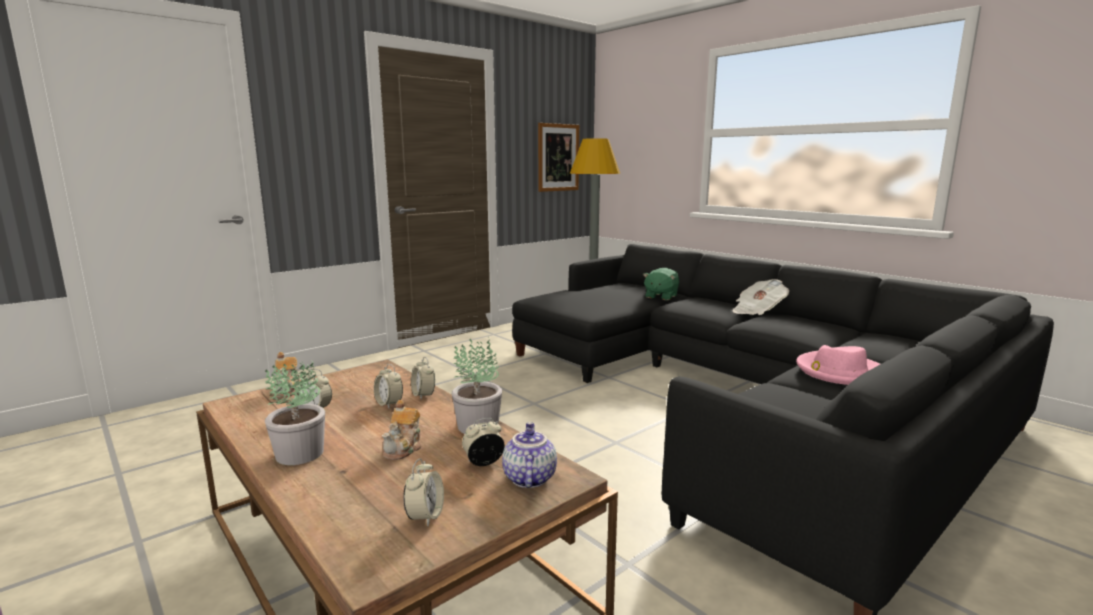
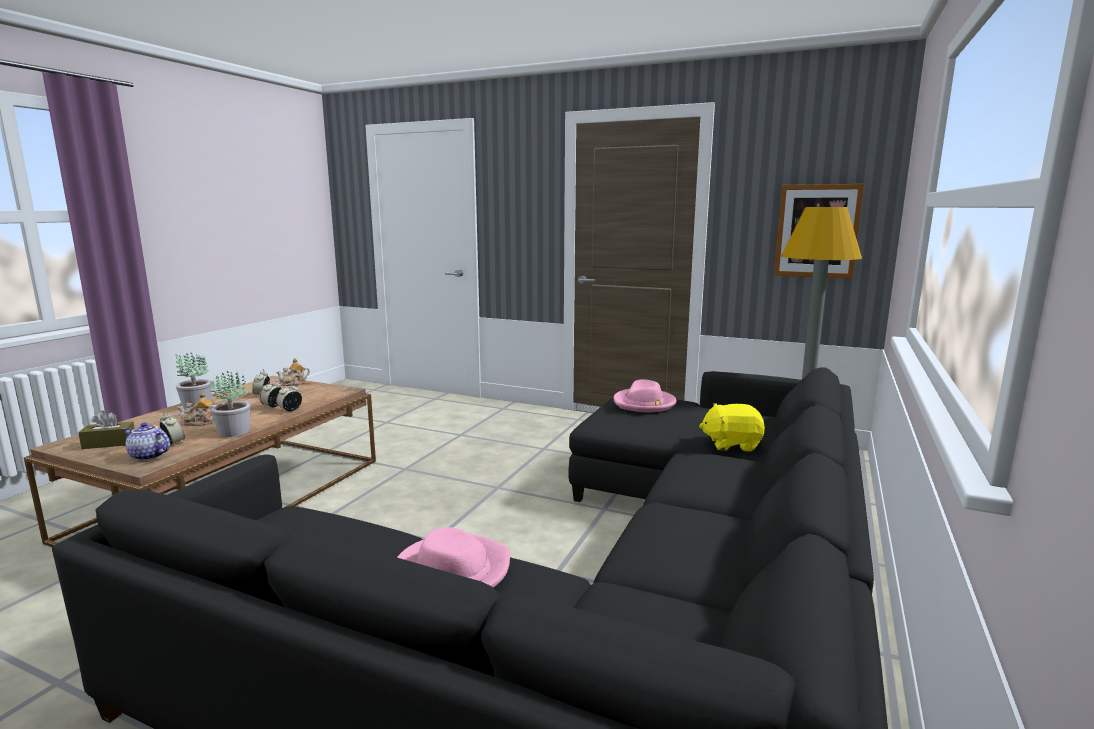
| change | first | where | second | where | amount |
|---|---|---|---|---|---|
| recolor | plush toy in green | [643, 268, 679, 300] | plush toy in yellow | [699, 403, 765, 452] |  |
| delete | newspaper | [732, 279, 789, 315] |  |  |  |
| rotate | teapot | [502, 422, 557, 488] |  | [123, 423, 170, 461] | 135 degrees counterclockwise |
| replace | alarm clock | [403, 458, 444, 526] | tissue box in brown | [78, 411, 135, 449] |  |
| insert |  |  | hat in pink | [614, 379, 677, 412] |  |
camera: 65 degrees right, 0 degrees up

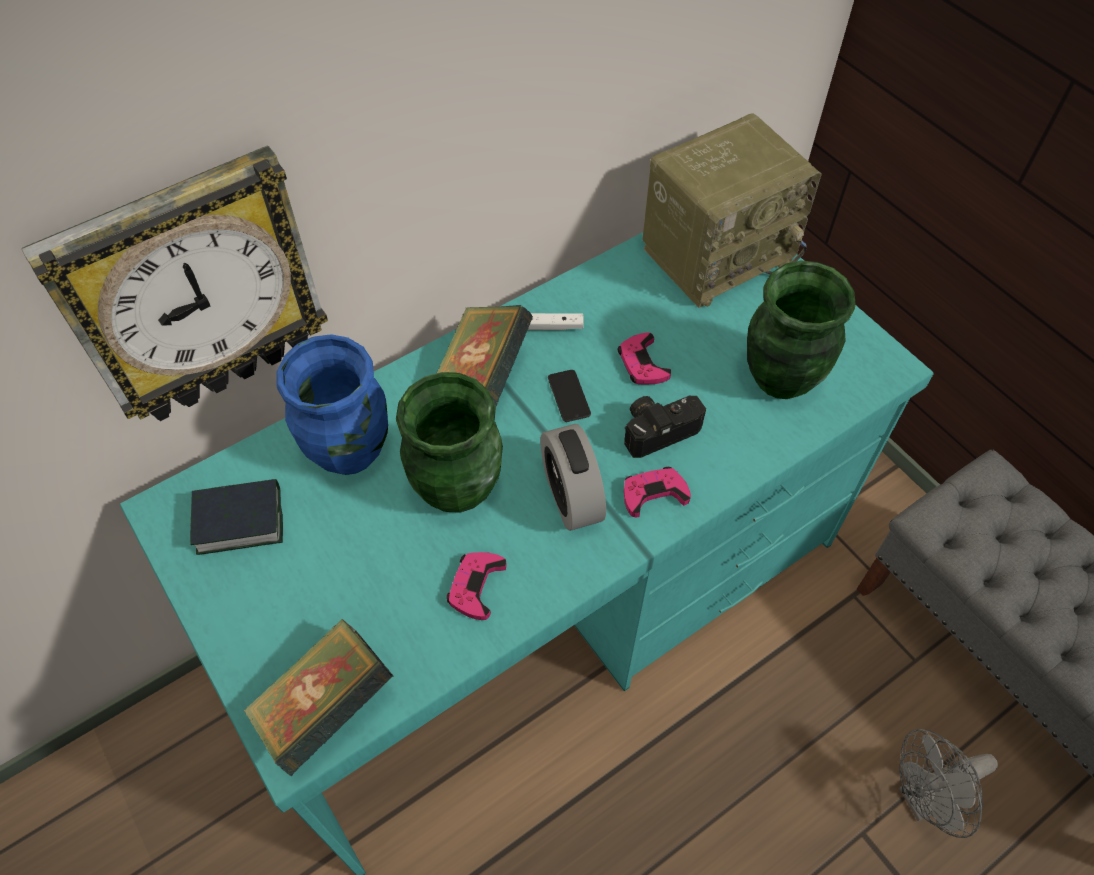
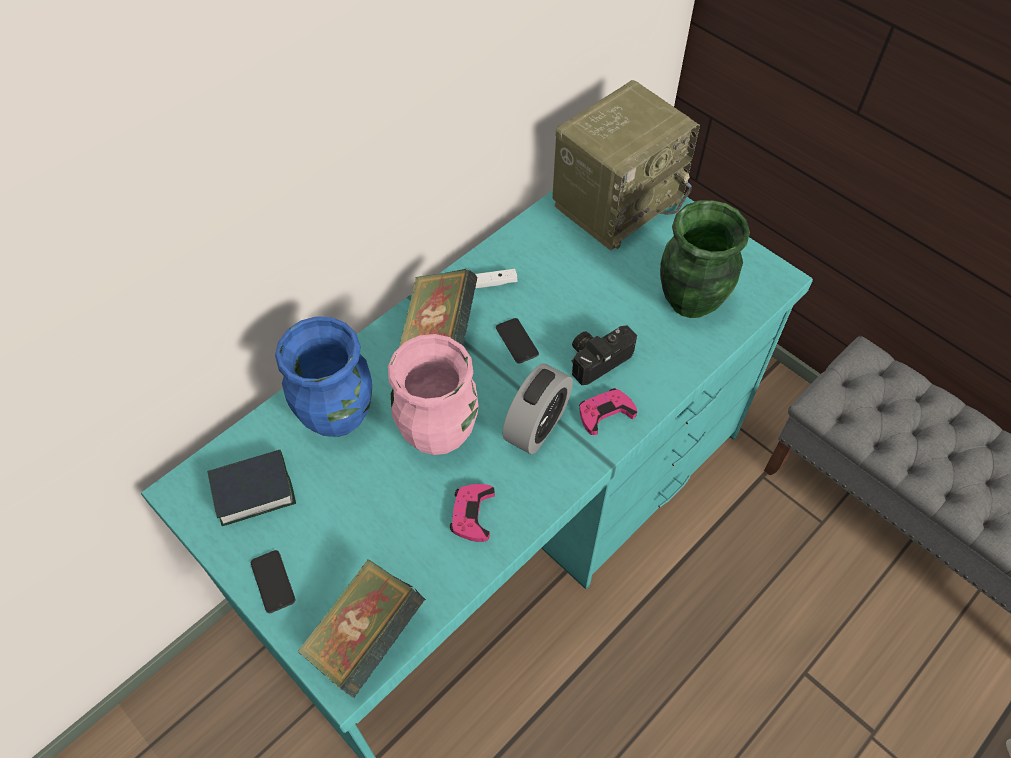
| change | first | where | second | where | amount |
|---|---|---|---|---|---|
| delete | wall clock | [22, 145, 328, 421] |  |  |  |
| delete | game controller in pink | [618, 333, 671, 385] |  |  |  |
| recolor | vase in green | [396, 372, 503, 513] | vase in pink | [388, 334, 479, 455] |  |
| rotate | alarm clock | [540, 424, 606, 531] |  | [502, 364, 573, 454] | 120 degrees counterclockwise |
| delete | fan in grey | [899, 729, 998, 838] |  |  |  |
| insert |  |  | phone | [251, 550, 295, 613] |  |
camera: 10 degrees left, 0 degrees up

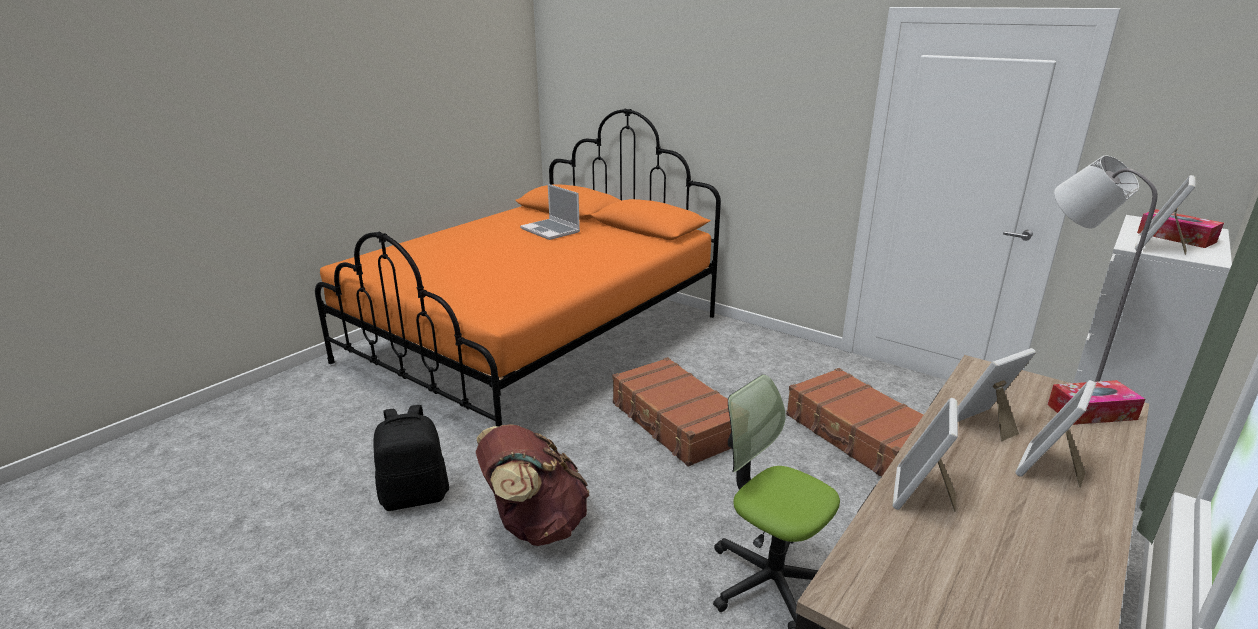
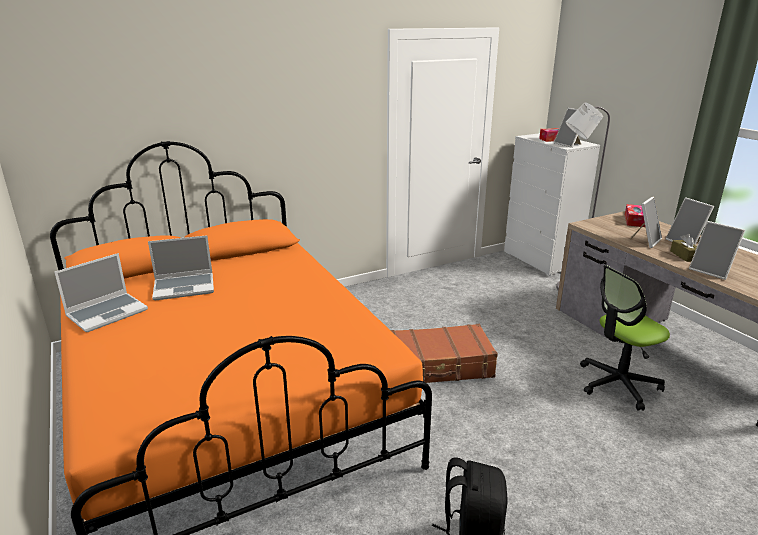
| change | first | where | second | where | amount |
|---|---|---|---|---|---|
| rotate | picture frame | [957, 348, 1036, 441] |  | [629, 197, 662, 248] | 135 degrees counterclockwise |
| delete | suitcase in brown | [786, 368, 923, 477] |  |  |  |
| delete | backpack in brown | [476, 424, 590, 546] |  |  |  |
| insert |  |  | tissue box in brown | [670, 234, 697, 262] |  |
| insert |  |  | laptop | [54, 253, 148, 332] |  |
camera: 65 degrees left, 0 degrees up

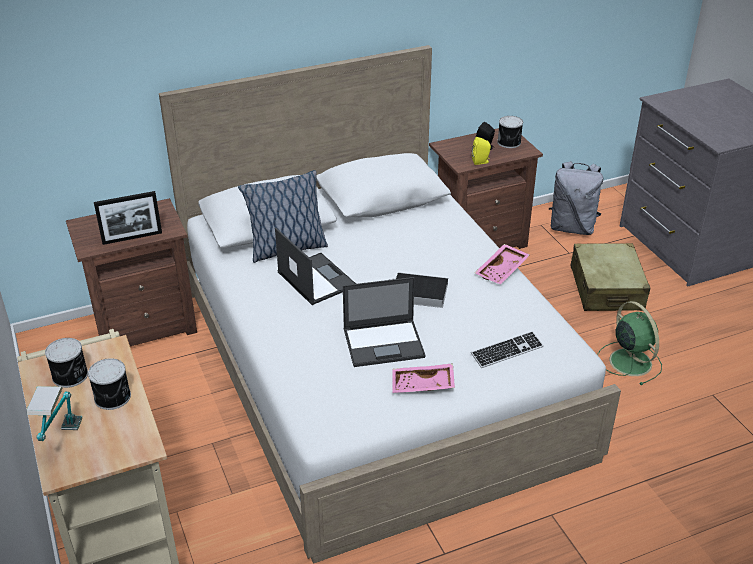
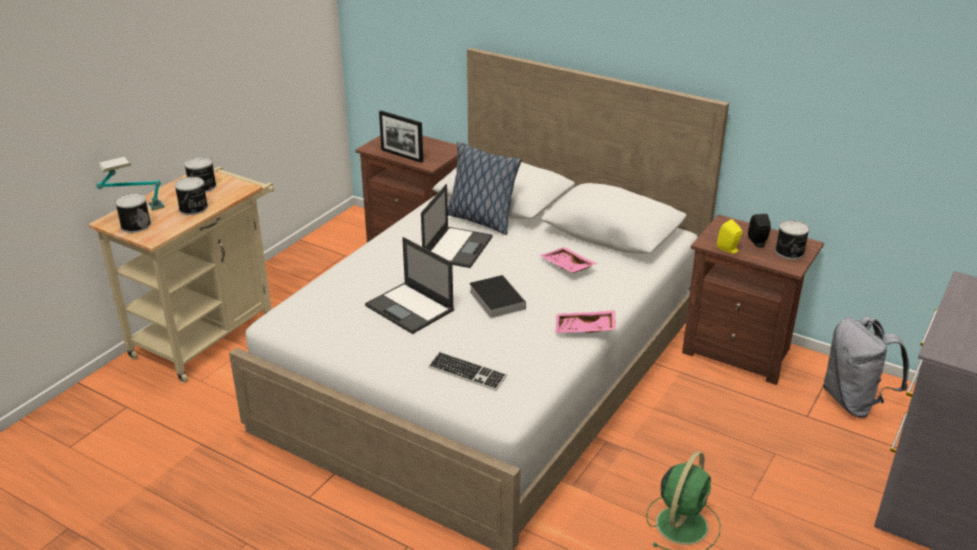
| change | first | where | second | where | amount |
|---|---|---|---|---|---|
| delete | suitcase in beige | [570, 243, 650, 311] |  |  |  |
| move | tray in pink | [392, 363, 455, 393] |  | [540, 247, 597, 273] |  |
| insert |  |  | can | [115, 193, 151, 233] |  |
camera: 55 degrees right, 5 degrees down

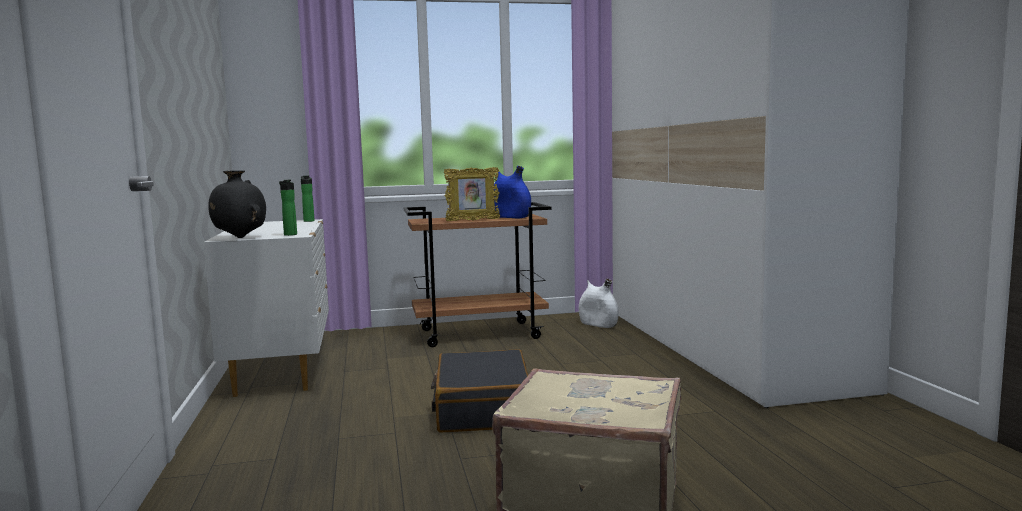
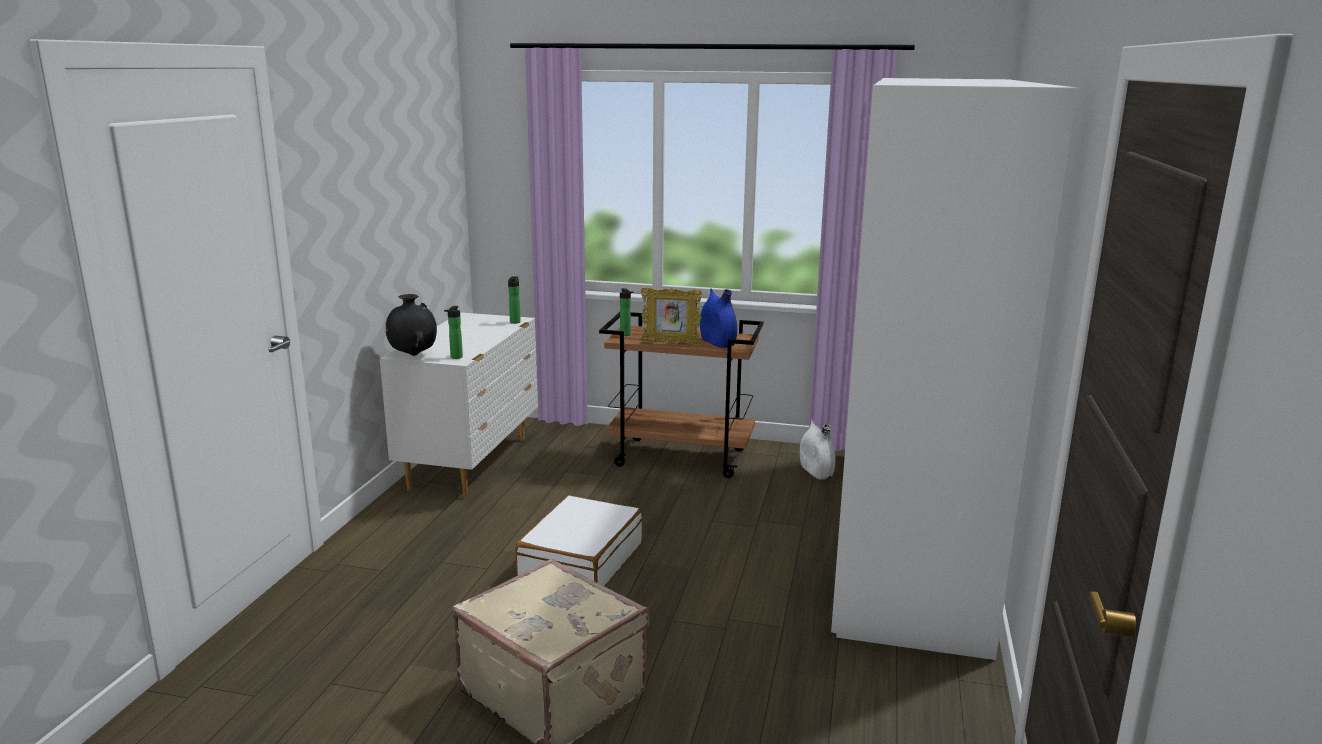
| change | first | where | second | where | amount |
|---|---|---|---|---|---|
| recolor | suitcase in black | [431, 349, 528, 432] | suitcase in white | [515, 495, 642, 586] |  |
| insert |  |  | bottle | [620, 288, 634, 336] |  |
camera: 25 degrees right, 10 degrees up

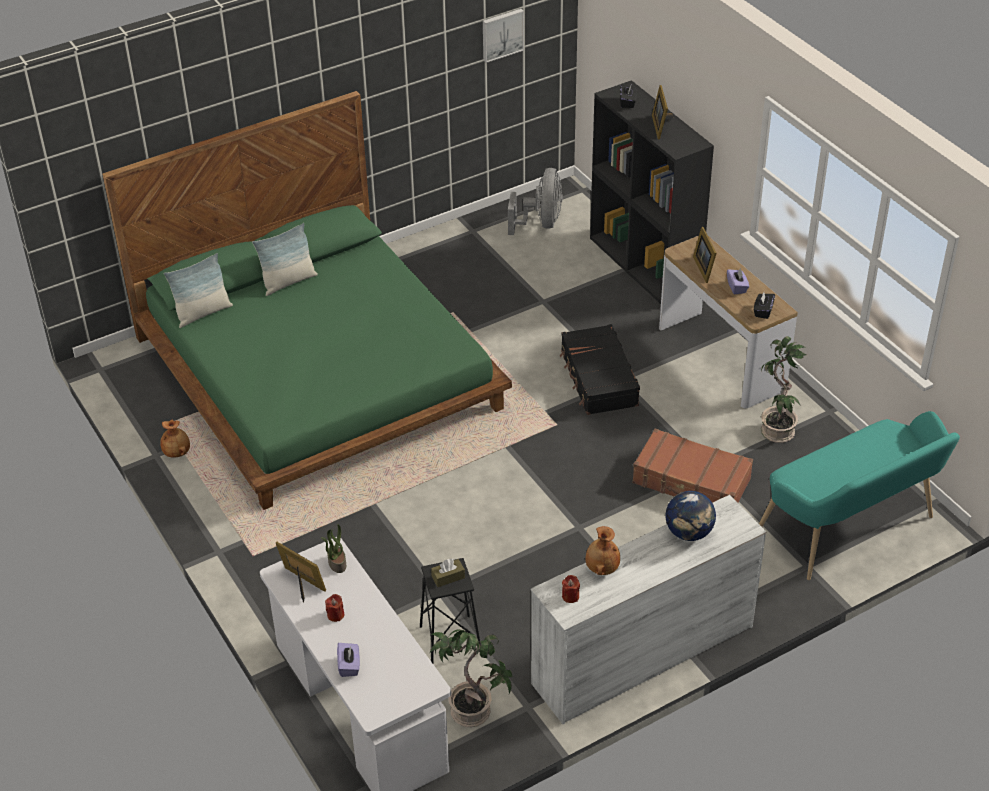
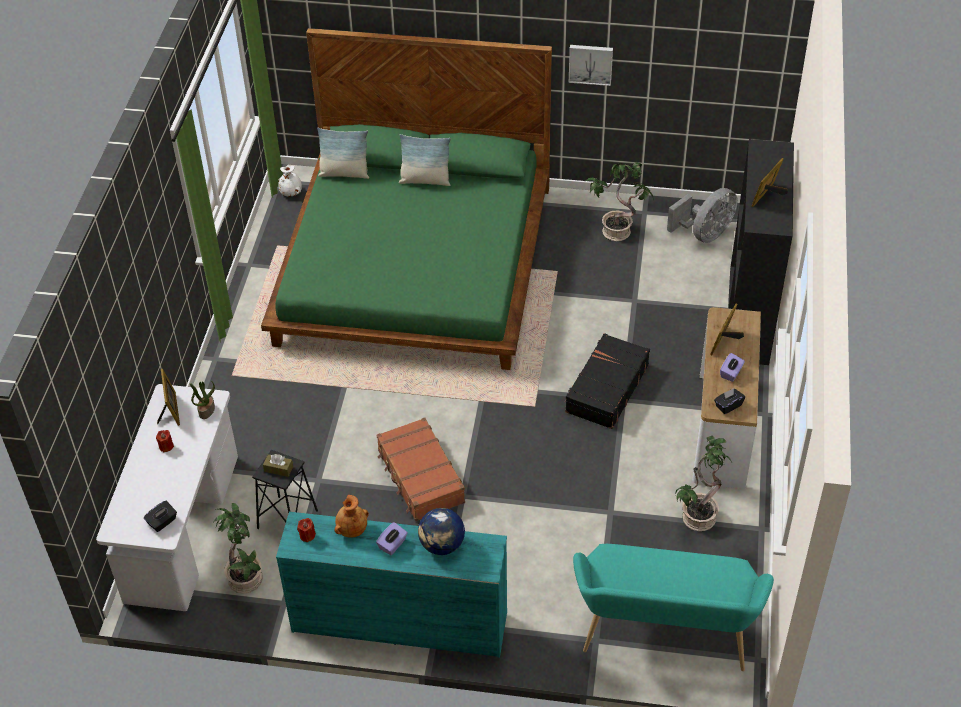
| change | first | where | second | where | amount |
|---|---|---|---|---|---|
| move | picture | [483, 9, 524, 63] |  | [569, 45, 613, 86] |  |
| move | tissue box in black | [620, 83, 637, 108] |  | [144, 501, 177, 532] |  |
| delete | vase in brown | [160, 420, 190, 458] |  |  |  |
| move | suitcase in brown | [632, 428, 753, 503] |  | [377, 417, 465, 521] |  |
| recolor | dresser in white | [531, 495, 766, 724] | dresser in turquoise | [276, 512, 507, 658] |  |
| move | tissue box in purple | [337, 643, 360, 677] |  | [376, 522, 408, 555] |  |
| insert |  |  | potted plant | [586, 162, 654, 241] |  |
| insert |  |  | vase in white | [278, 165, 302, 196] |  |
camera: 40 degrees right, 5 degrees up

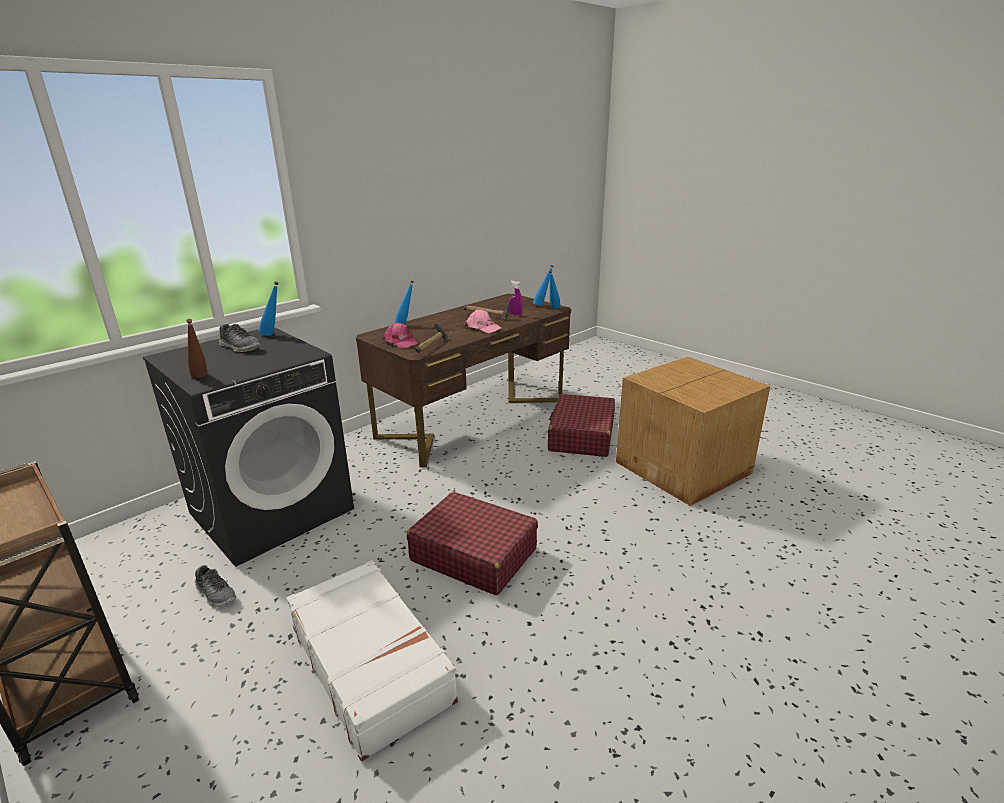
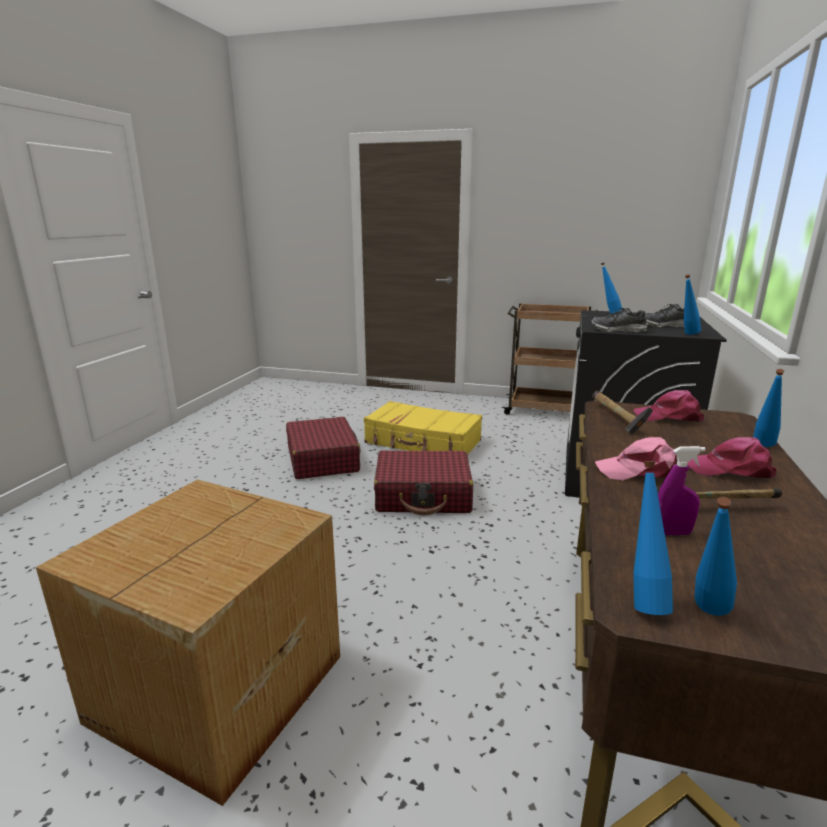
| change | first | where | second | where | amount |
|---|---|---|---|---|---|
| recolor | bottle in brown | [186, 319, 207, 378] | bottle in blue | [601, 262, 622, 314] |  |
| move | suitcase in red | [548, 394, 615, 457] |  | [286, 417, 361, 479] |  |
| recolor | suitcase in white | [286, 560, 458, 762] | suitcase in yellow | [364, 401, 482, 455] |  |
| move | shoe | [195, 565, 236, 607] |  | [592, 308, 647, 332] |  |
| insert |  |  | cap in pink | [687, 437, 776, 478] |  |
camera: 150 degrees right, 5 degrees down

